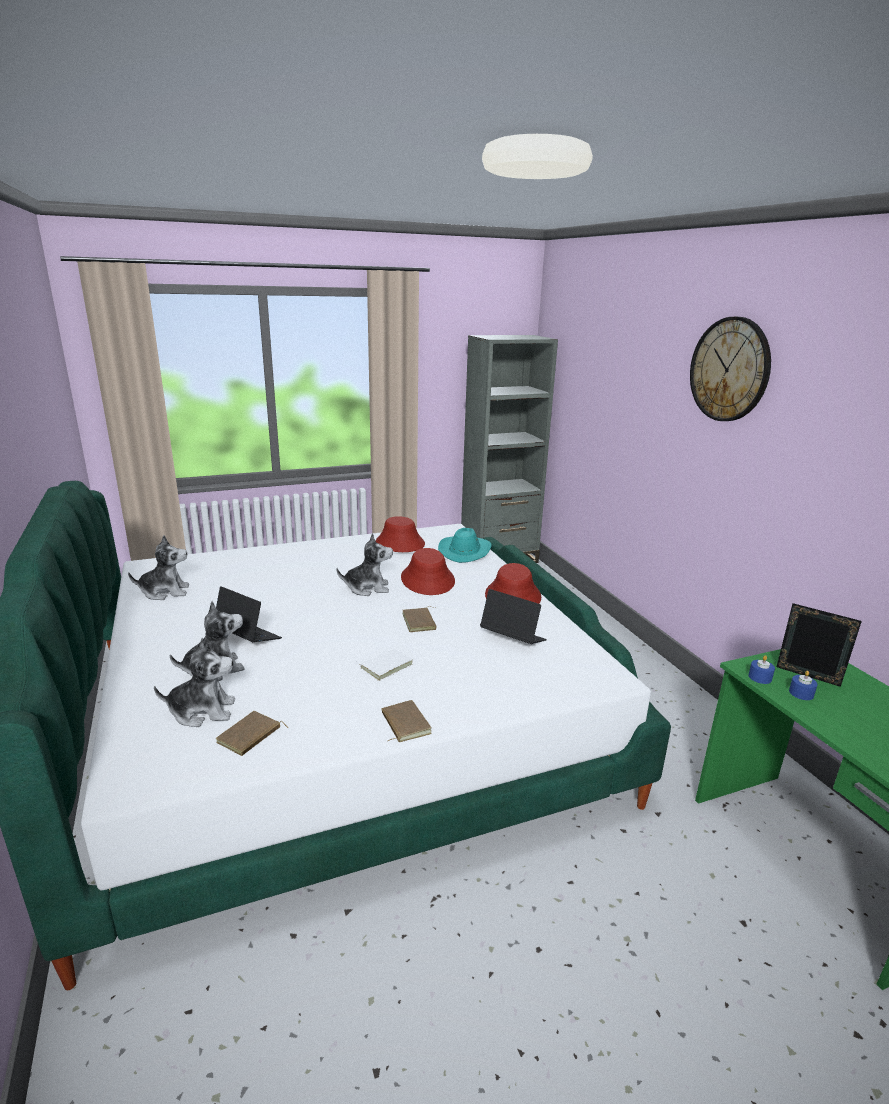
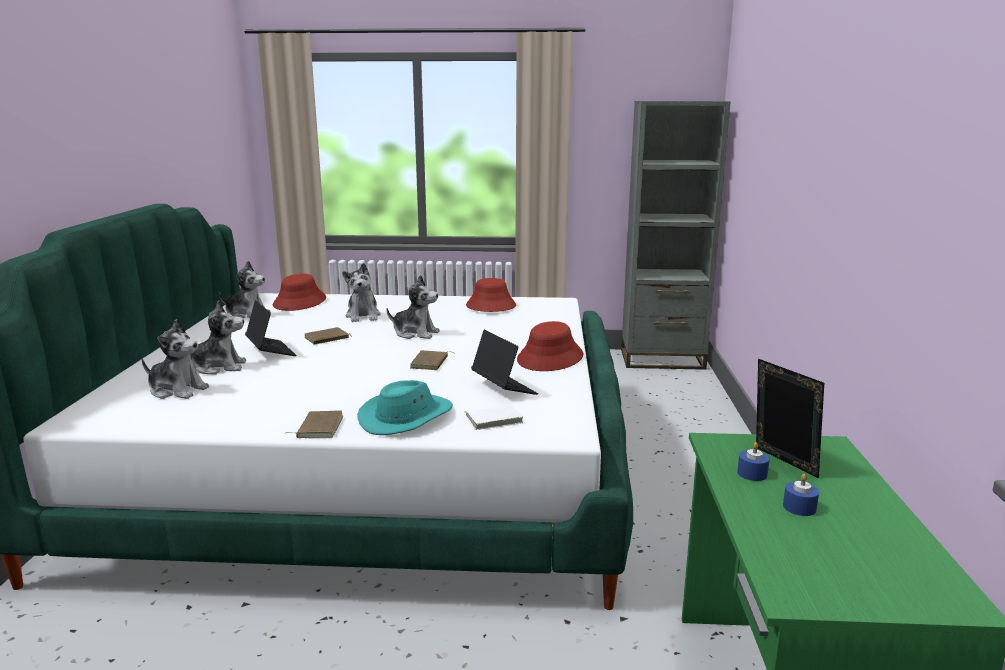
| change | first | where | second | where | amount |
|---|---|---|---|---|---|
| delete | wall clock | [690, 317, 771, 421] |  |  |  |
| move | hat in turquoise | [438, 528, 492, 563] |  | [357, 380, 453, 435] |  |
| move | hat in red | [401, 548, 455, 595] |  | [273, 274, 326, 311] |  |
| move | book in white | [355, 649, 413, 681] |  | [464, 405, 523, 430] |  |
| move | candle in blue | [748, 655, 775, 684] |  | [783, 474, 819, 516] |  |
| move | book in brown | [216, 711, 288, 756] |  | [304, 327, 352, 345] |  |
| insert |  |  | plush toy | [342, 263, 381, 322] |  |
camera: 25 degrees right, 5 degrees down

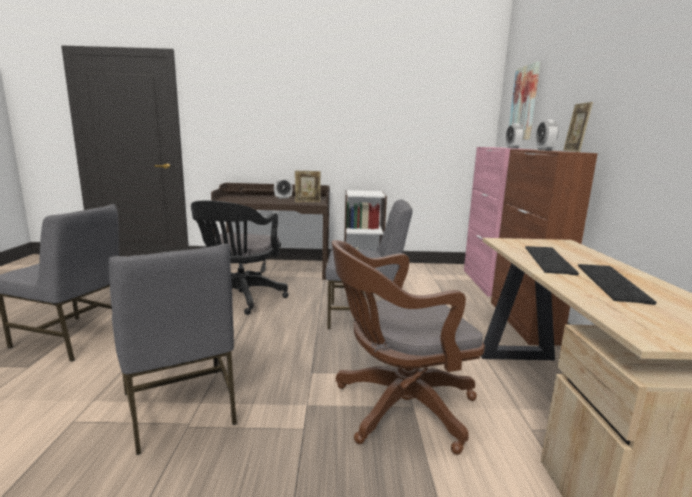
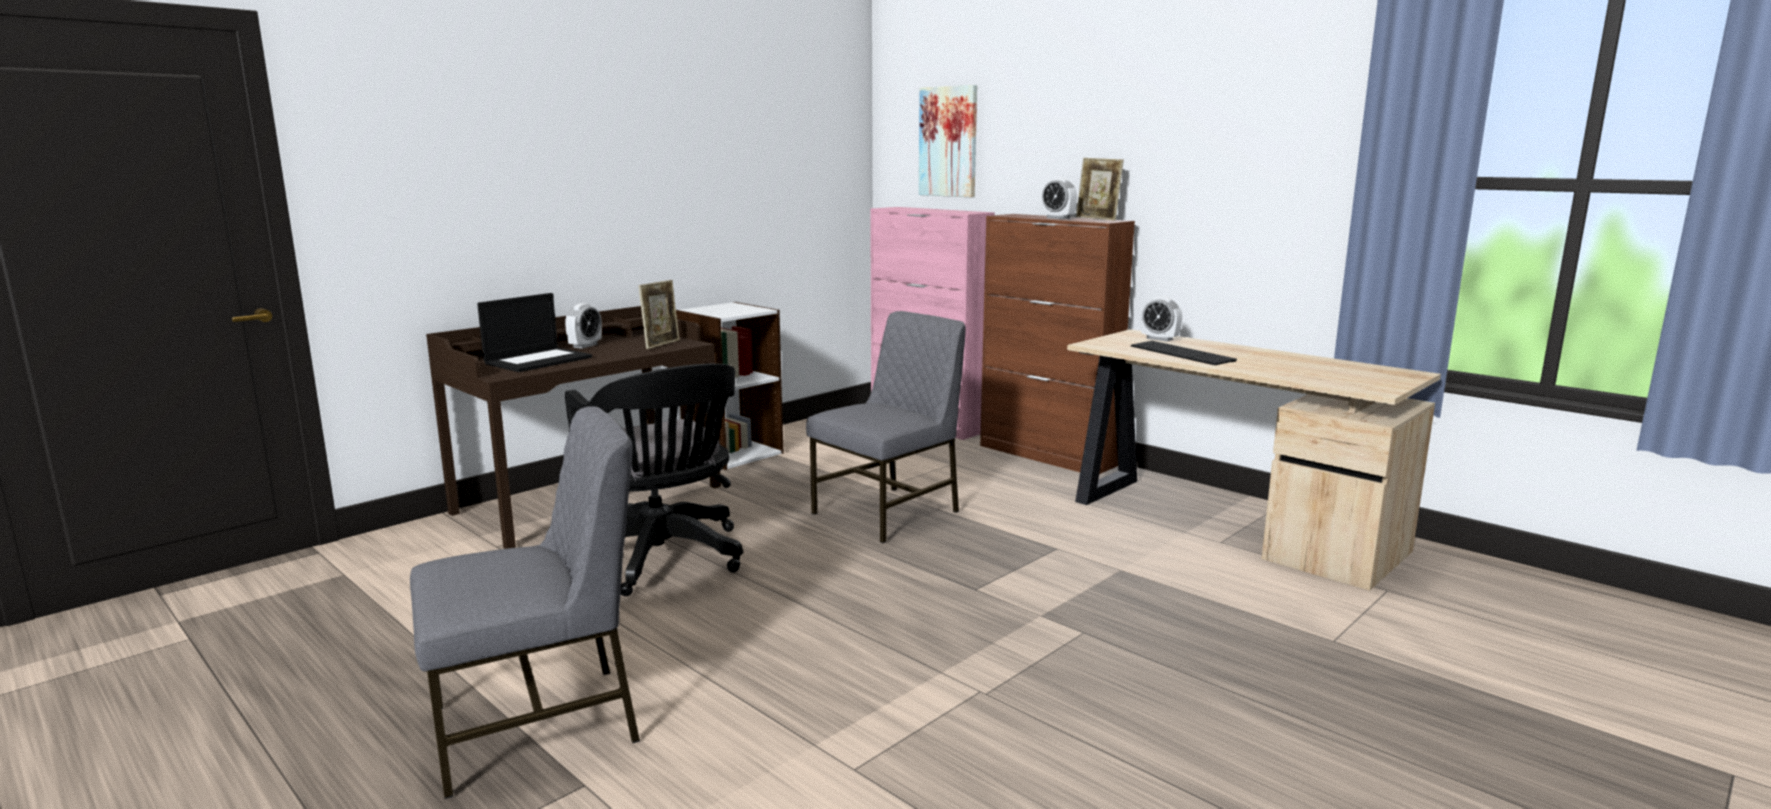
| change | first | where | second | where | amount |
|---|---|---|---|---|---|
| move | alarm clock | [506, 123, 524, 149] |  | [1141, 296, 1182, 342] |  |
| delete | office chair in brown | [332, 240, 485, 455] |  |  |  |
| delete | chair in grey | [109, 244, 237, 455] |  |  |  |
| delete | keyboard | [578, 264, 656, 305] |  |  |  |
| insert |  |  | laptop | [477, 293, 592, 372] |  |
camera: 45 degrees left, 0 degrees up

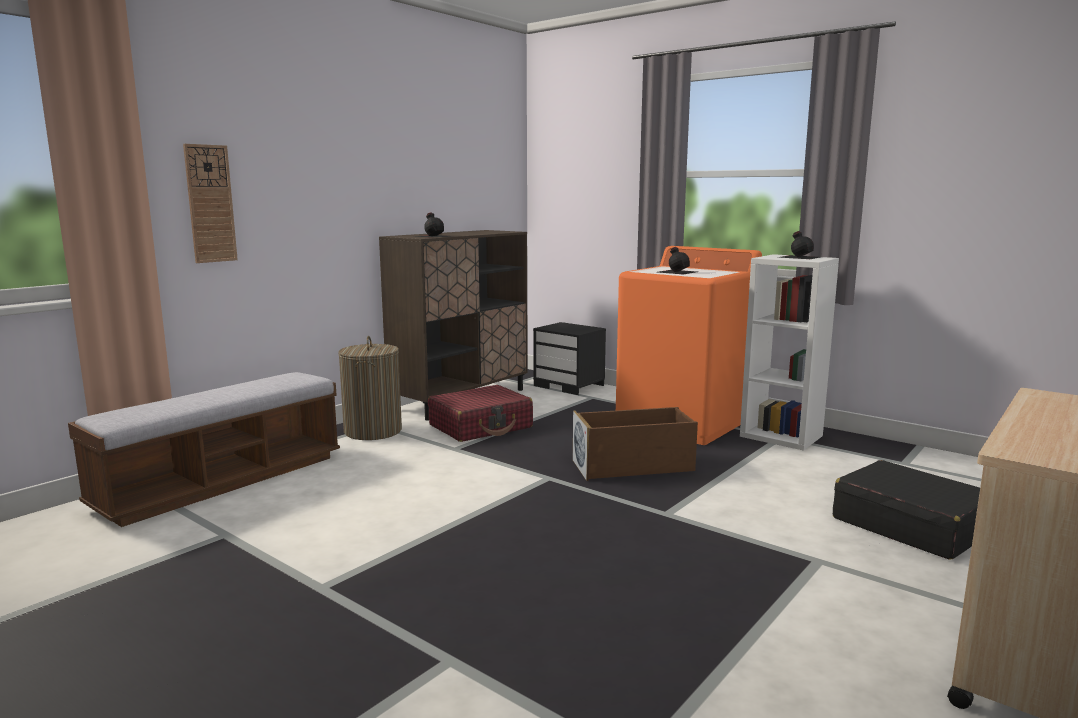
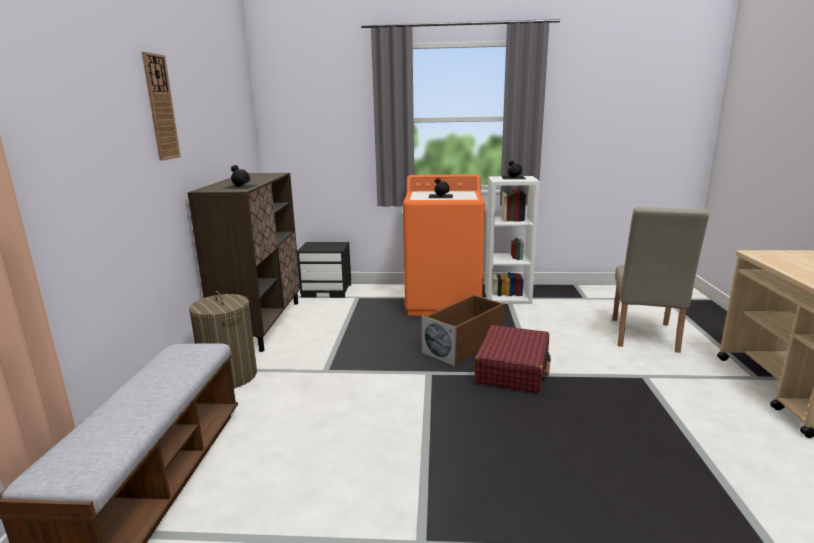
| change | first | where | second | where | amount |
|---|---|---|---|---|---|
| move | wall clock | [183, 144, 238, 263] |  | [142, 52, 181, 161] |  |
| move | suitcase in red | [428, 385, 533, 442] |  | [475, 325, 551, 393] |  |
| replace | suitcase in black | [833, 460, 980, 560] | chair in beige | [612, 207, 709, 353] |  |
camera: 35 degrees left, 5 degrees up

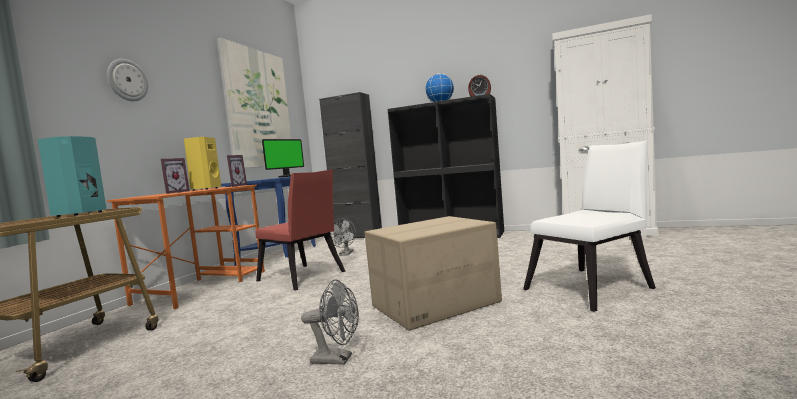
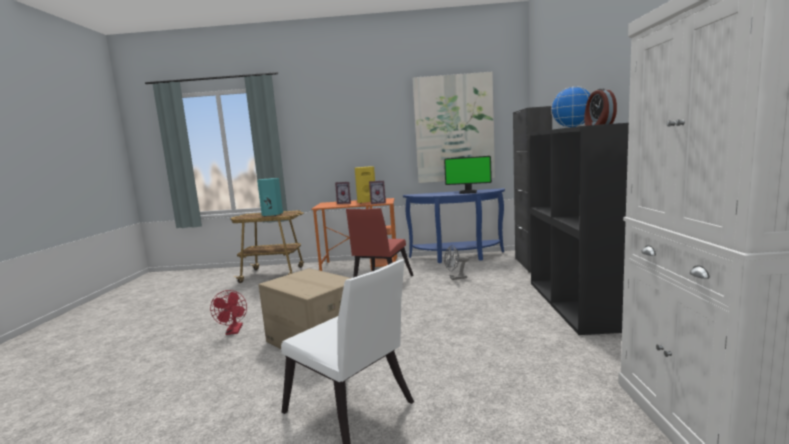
| change | first | where | second | where | amount |
|---|---|---|---|---|---|
| delete | wall clock | [107, 59, 148, 101] |  |  |  |
| recolor | fan in grey | [301, 279, 359, 365] | fan in red | [210, 290, 247, 335] |  |
camera: 70 degrees right, 5 degrees up

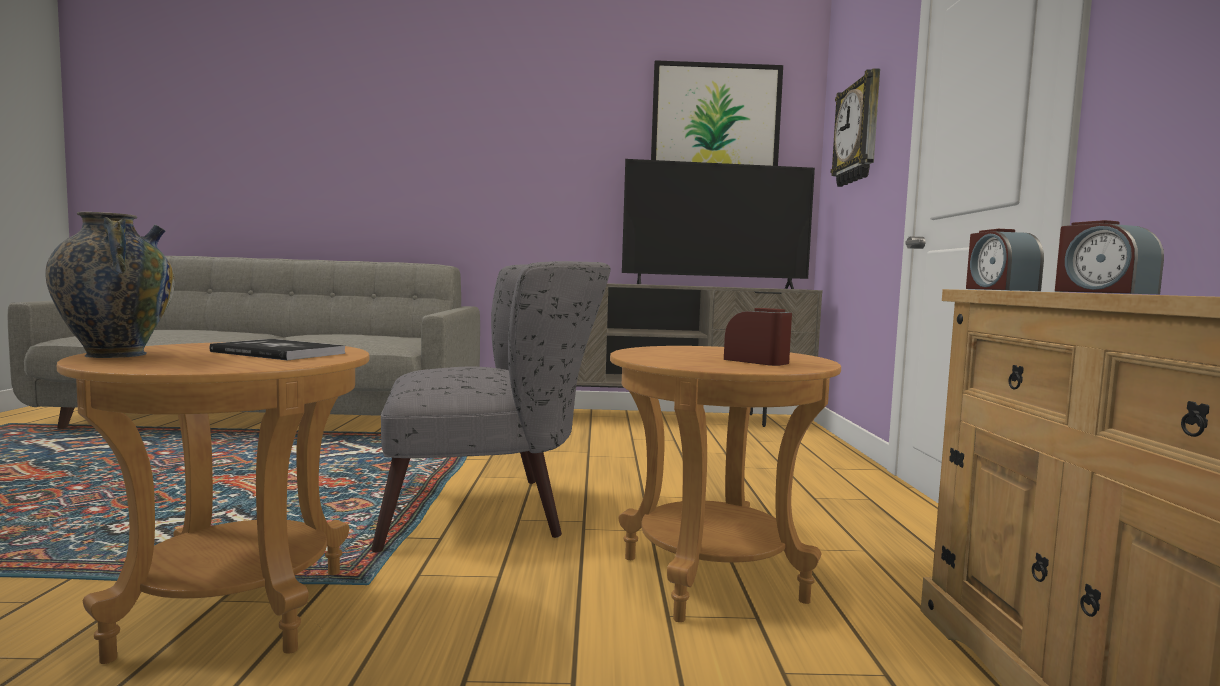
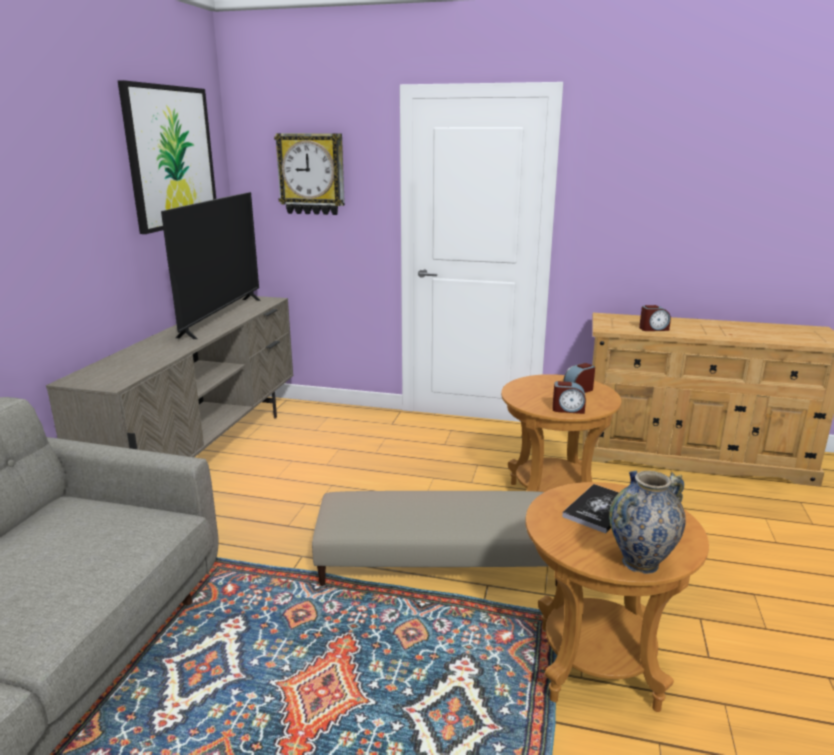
| change | first | where | second | where | amount |
|---|---|---|---|---|---|
| move | alarm clock | [966, 229, 1044, 291] |  | [552, 381, 586, 414] |  |
| replace | armchair in grey | [371, 261, 611, 552] | ottoman in beige | [312, 491, 557, 587] |  |
camera: 75 degrees left, 15 degrees up

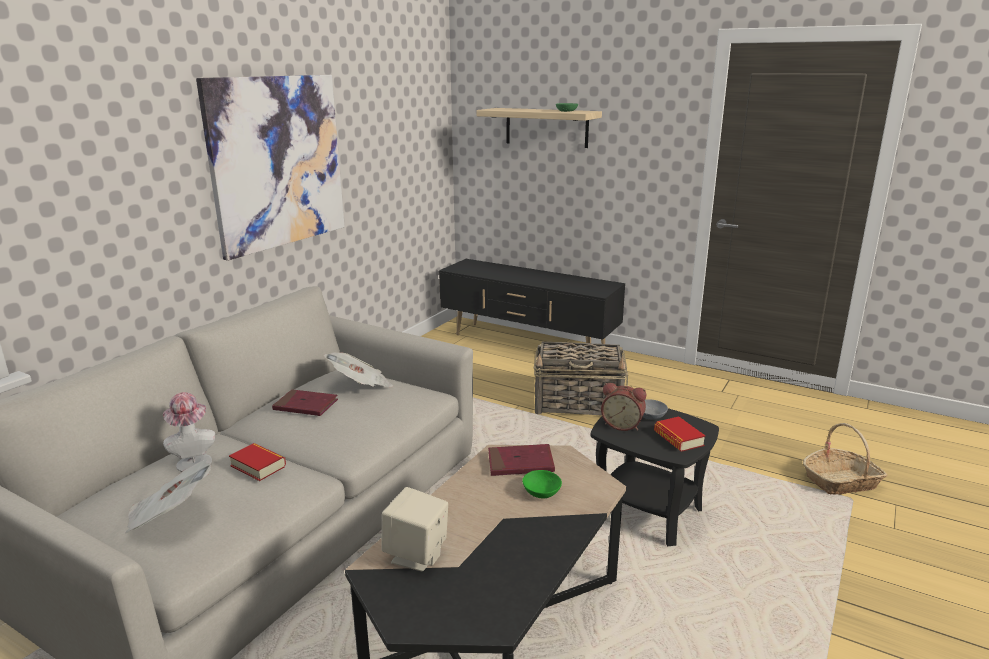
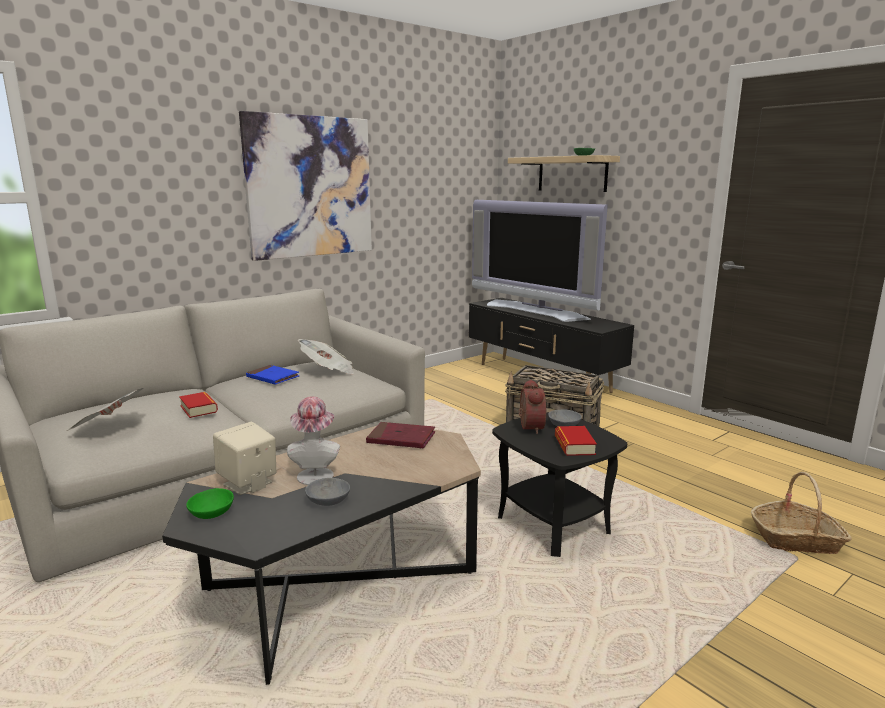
| change | first | where | second | where | amount |
|---|---|---|---|---|---|
| rotate | alarm clock | [601, 383, 646, 431] |  | [519, 379, 546, 434] | 135 degrees counterclockwise |
| recolor | book in red | [272, 389, 338, 416] | book in blue | [246, 365, 299, 385] |  |
| move | hat | [163, 392, 215, 472] |  | [287, 396, 340, 485] |  |
| move | bowl in green | [522, 470, 562, 498] |  | [186, 488, 234, 519] |  |
| insert |  |  | television | [472, 200, 608, 322] |  |
| insert |  |  | bowl in grey | [305, 478, 350, 506] |  |
camera: 20 degrees right, 5 degrees down

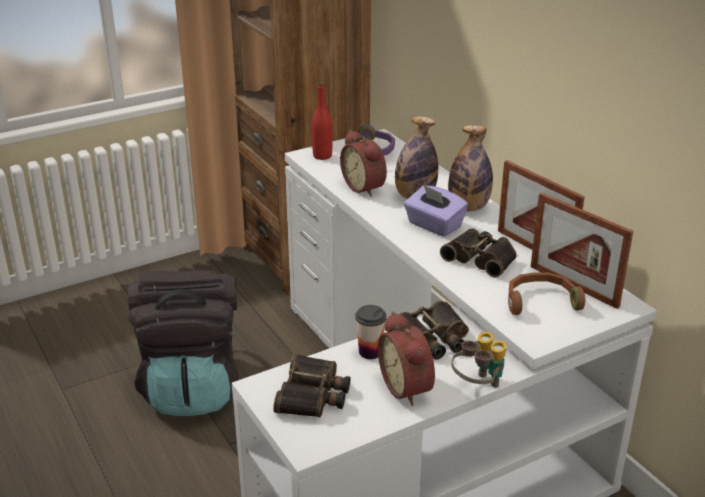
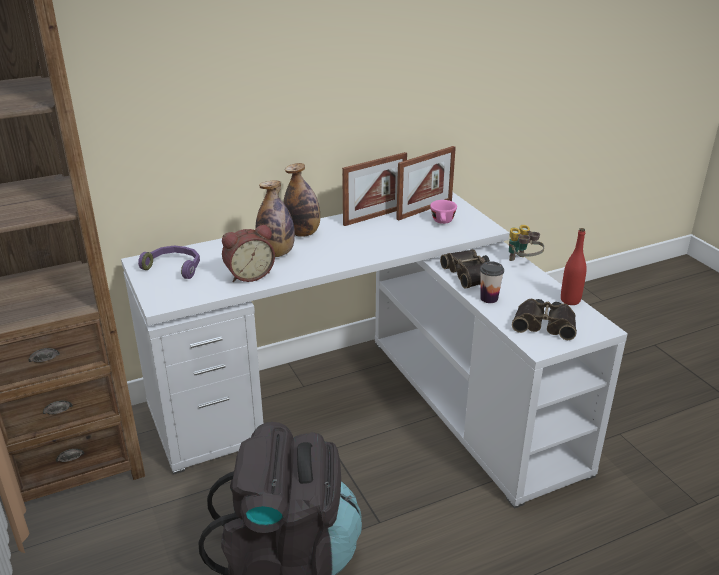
| change | first | where | second | where | amount |
|---|---|---|---|---|---|
| move | bottle in red | [312, 83, 332, 160] |  | [561, 228, 587, 305] |  |
| delete | tissue box in purple | [404, 184, 468, 237] |  |  |  |
| delete | binoculars | [440, 228, 517, 278] |  |  |  |
| replace | headphones in brown | [508, 272, 585, 315] | cup in pink | [430, 200, 457, 224] |  |
| delete | alarm clock | [378, 312, 435, 406] |  |  |  |
camera: 85 degrees left, 0 degrees up

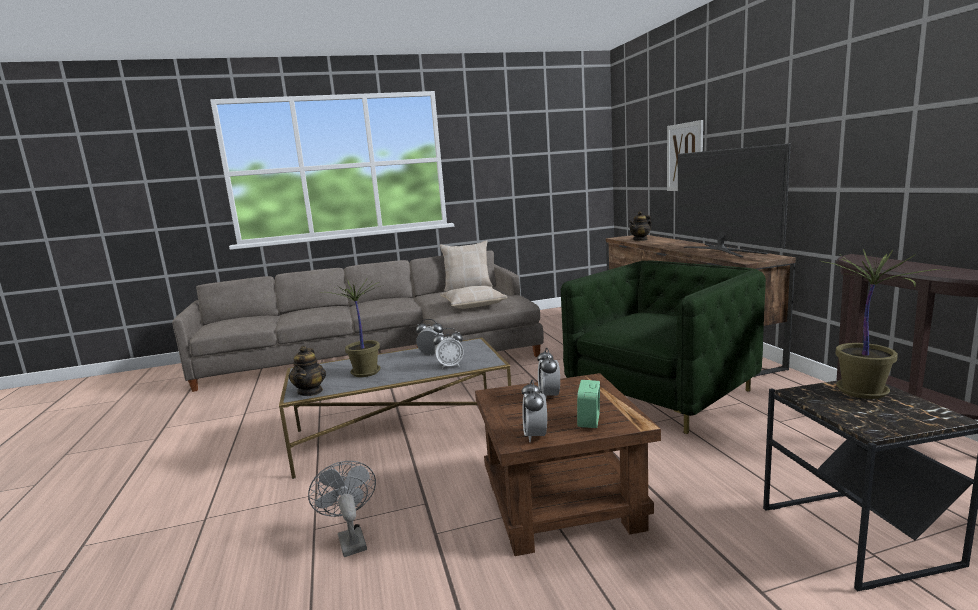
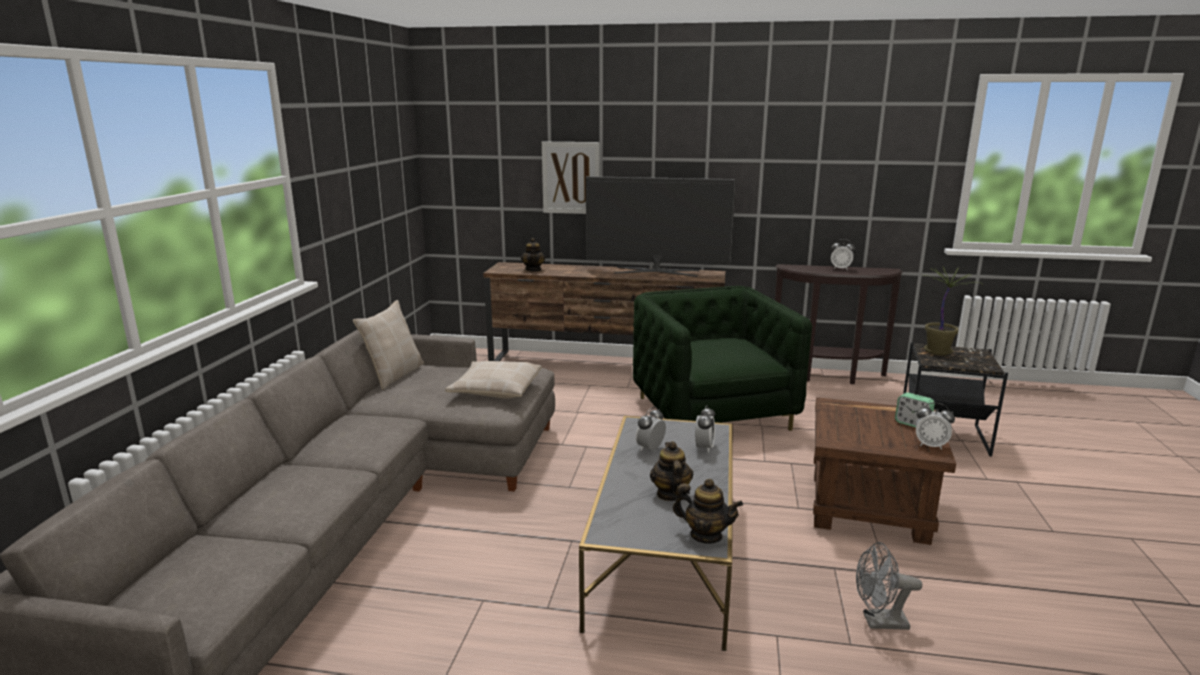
| change | first | where | second | where | amount |
|---|---|---|---|---|---|
| replace | potted plant | [321, 279, 381, 377] | teapot | [650, 441, 693, 501] |  |
| move | alarm clock | [537, 348, 560, 398] |  | [831, 239, 855, 269] |  |
camera: 65 degrees left, 5 degrees up

